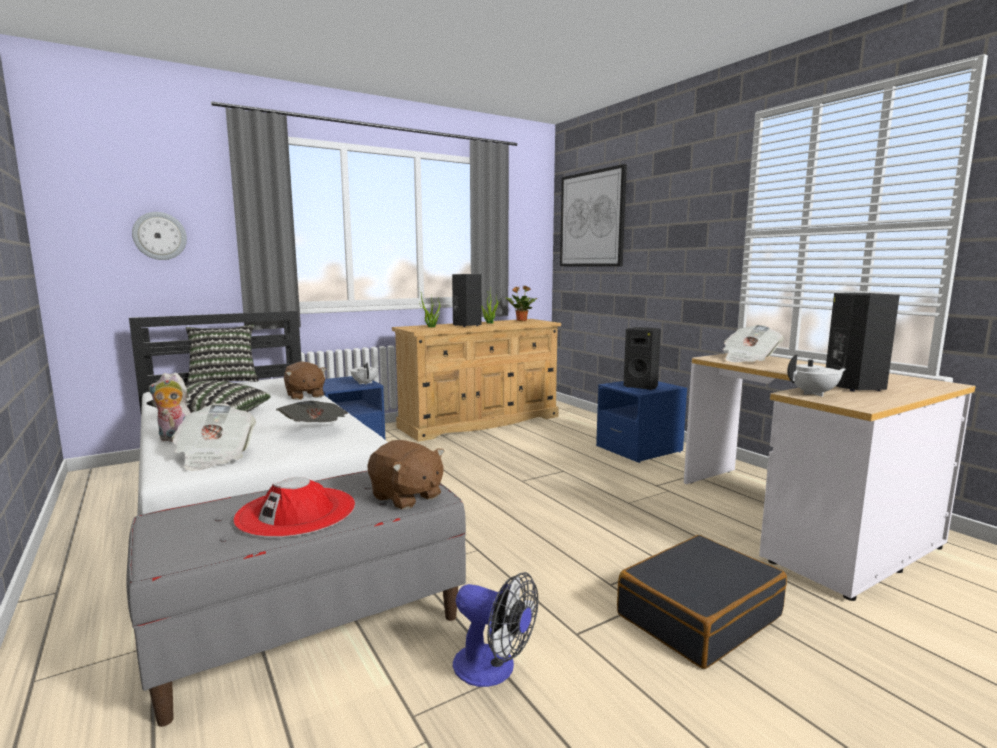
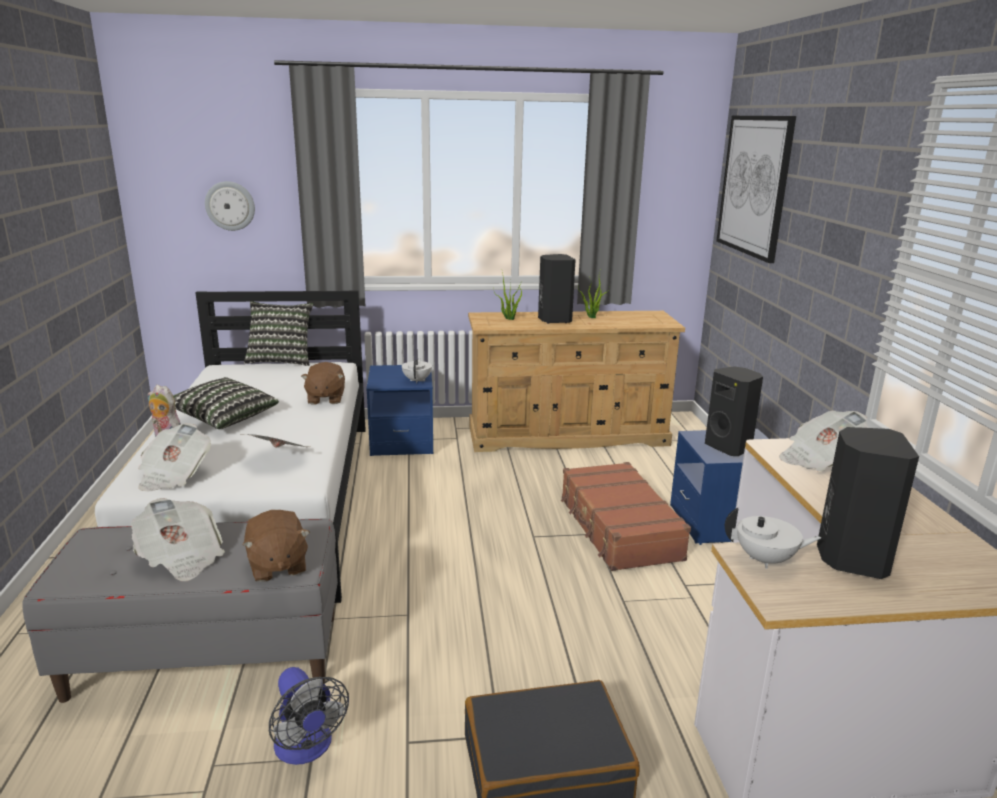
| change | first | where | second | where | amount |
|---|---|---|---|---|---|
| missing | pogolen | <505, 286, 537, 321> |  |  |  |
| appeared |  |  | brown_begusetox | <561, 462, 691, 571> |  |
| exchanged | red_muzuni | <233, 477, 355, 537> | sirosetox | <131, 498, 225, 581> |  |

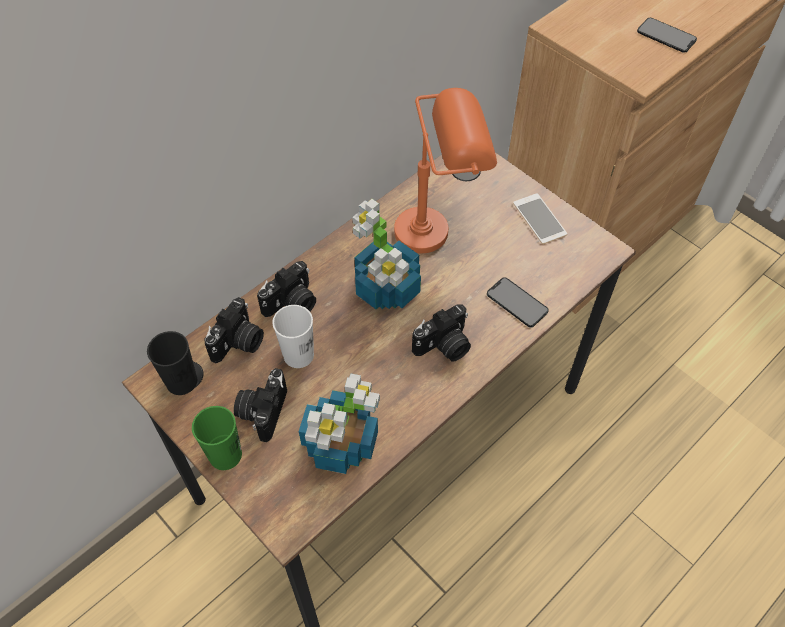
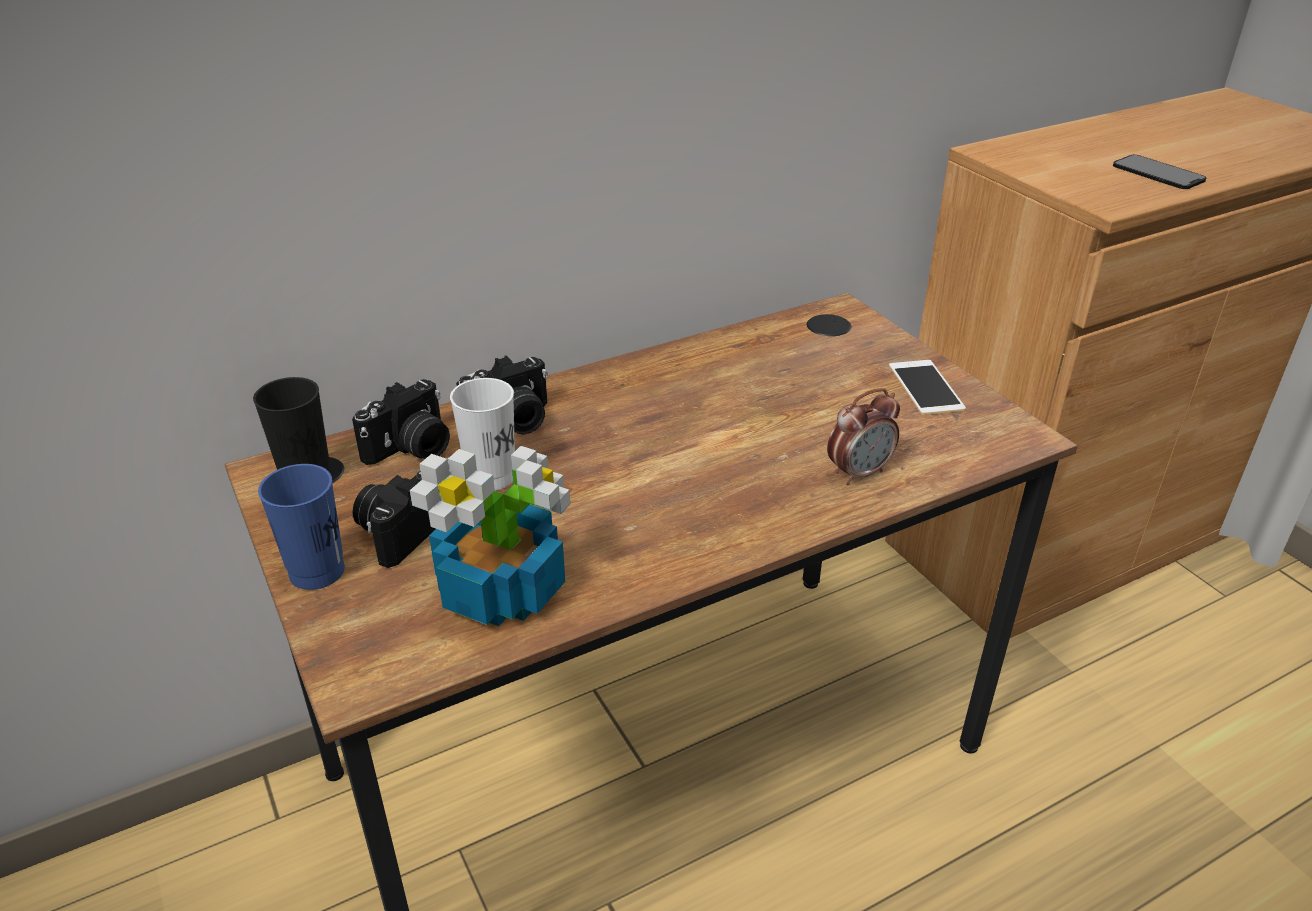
| change | first | where | second | where | amount |
|---|---|---|---|---|---|
| missing | pogolen | <352, 199, 421, 309> |  |  |  |
| missing | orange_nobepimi | <394, 88, 497, 253> |  |  |  |
| missing | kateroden | <412, 304, 471, 362> |  |  |  |
| exchanged | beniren | <487, 277, 549, 327> | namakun | <827, 388, 900, 485> |  |
| colour | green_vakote | <192, 406, 242, 470> | blue_vakote | <258, 464, 345, 590> |  |

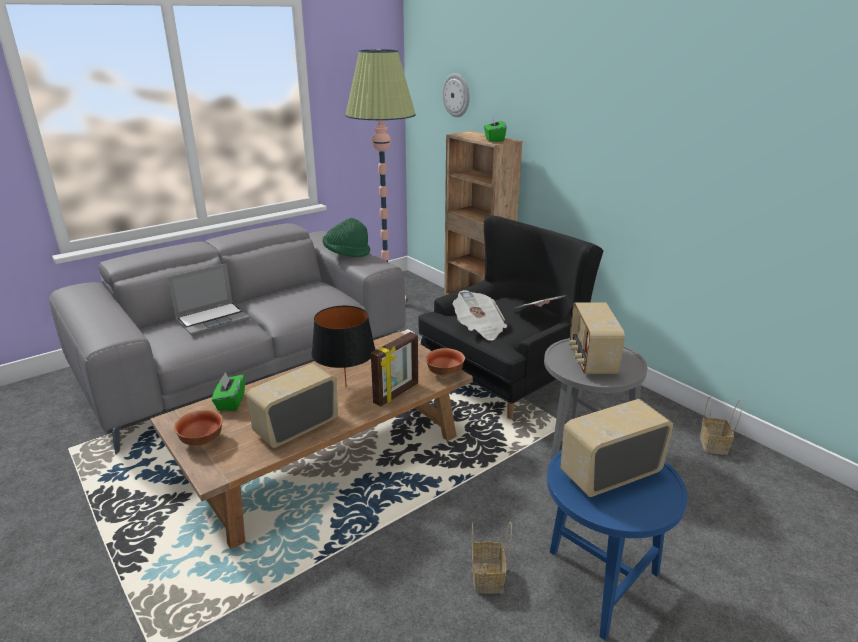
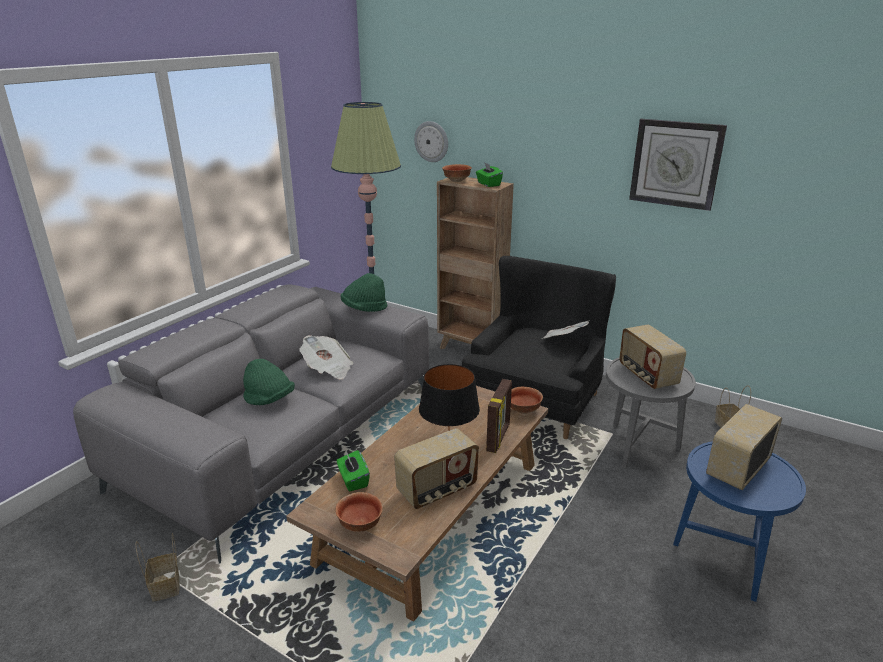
| change | first | where | second | where | amount |
|---|---|---|---|---|---|
| appeared |  |  | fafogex | <442, 164, 472, 182> |  |
| appeared |  |  | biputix | <629, 119, 727, 211> |  |
| relocated | sirosetox | <453, 290, 507, 341> |  | <299, 335, 354, 379> |  |
| relocated | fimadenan | <472, 522, 512, 594> |  | <136, 533, 180, 602> |  |
| exchanged | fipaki | <167, 263, 250, 336> | green_muzuni | <243, 359, 295, 405> |  |
| spun | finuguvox | <246, 363, 338, 448> |  | <394, 428, 479, 509> | 150 degrees counterclockwise |

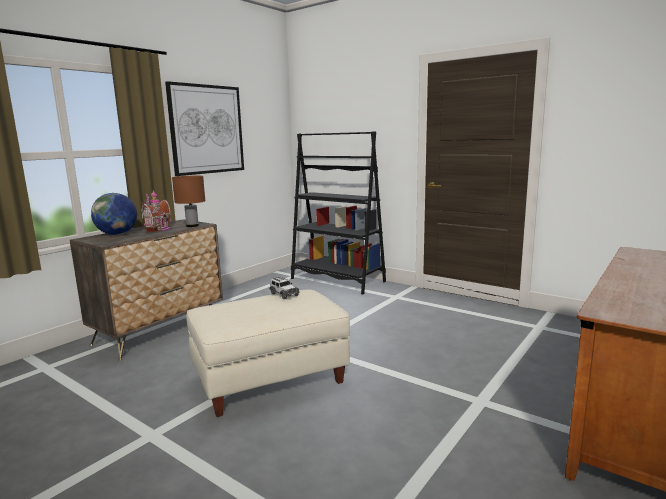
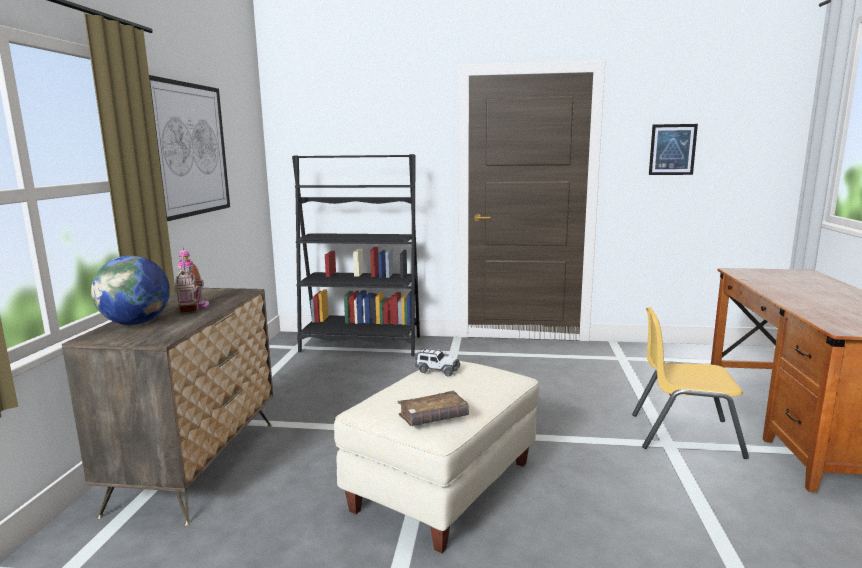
| change | first | where | second | where | amount |
|---|---|---|---|---|---|
| missing | brown_nobepimi | <172, 175, 206, 227> |  |  |  |
| appeared |  |  | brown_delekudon | <398, 391, 469, 426> |  |
| appeared |  |  | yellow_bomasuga | <632, 307, 749, 459> |  |
| appeared |  |  | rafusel | <649, 124, 698, 175> |  |

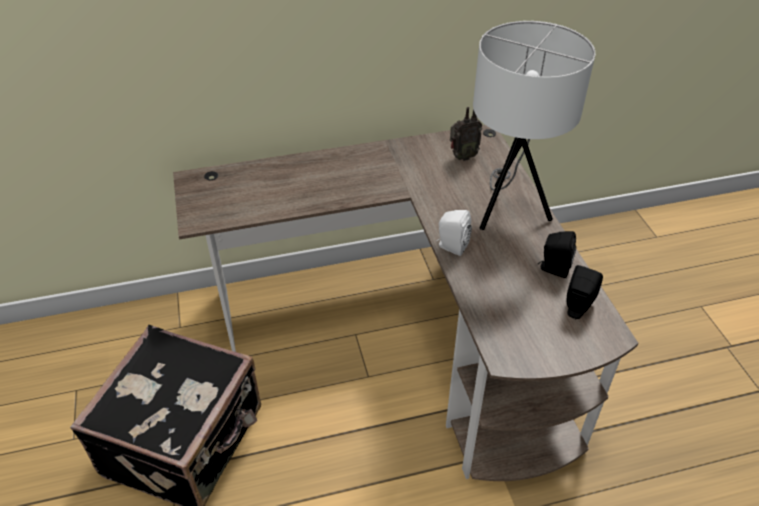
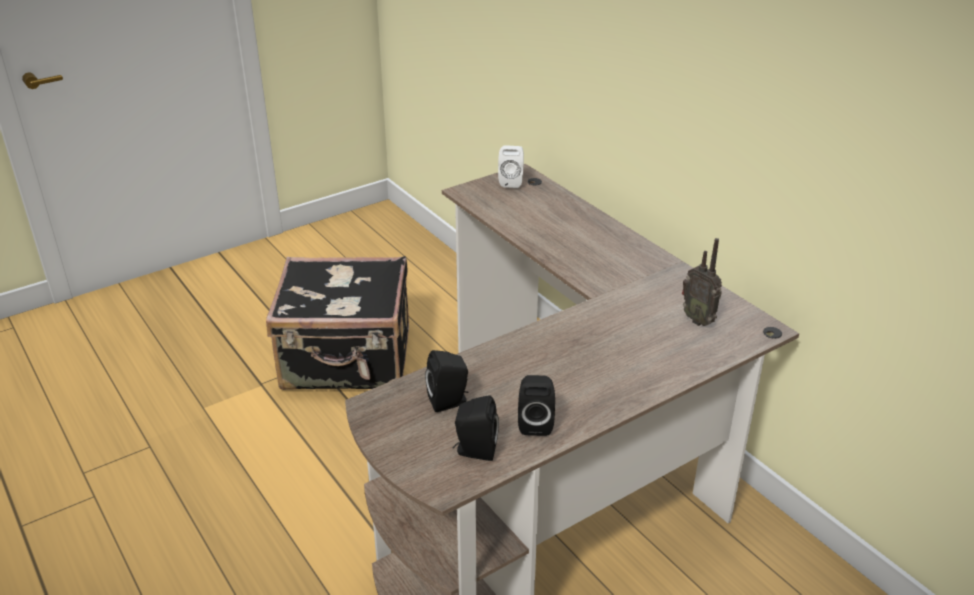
| change | first | where | second | where | amount |
|---|---|---|---|---|---|
| missing | white_nobepimi | <473, 21, 595, 230> |  |  |  |
| appeared |  |  | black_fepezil | <425, 350, 468, 412> |  |
| relocated | white_fepezil | <436, 210, 472, 256> |  | <498, 145, 524, 188> |  |

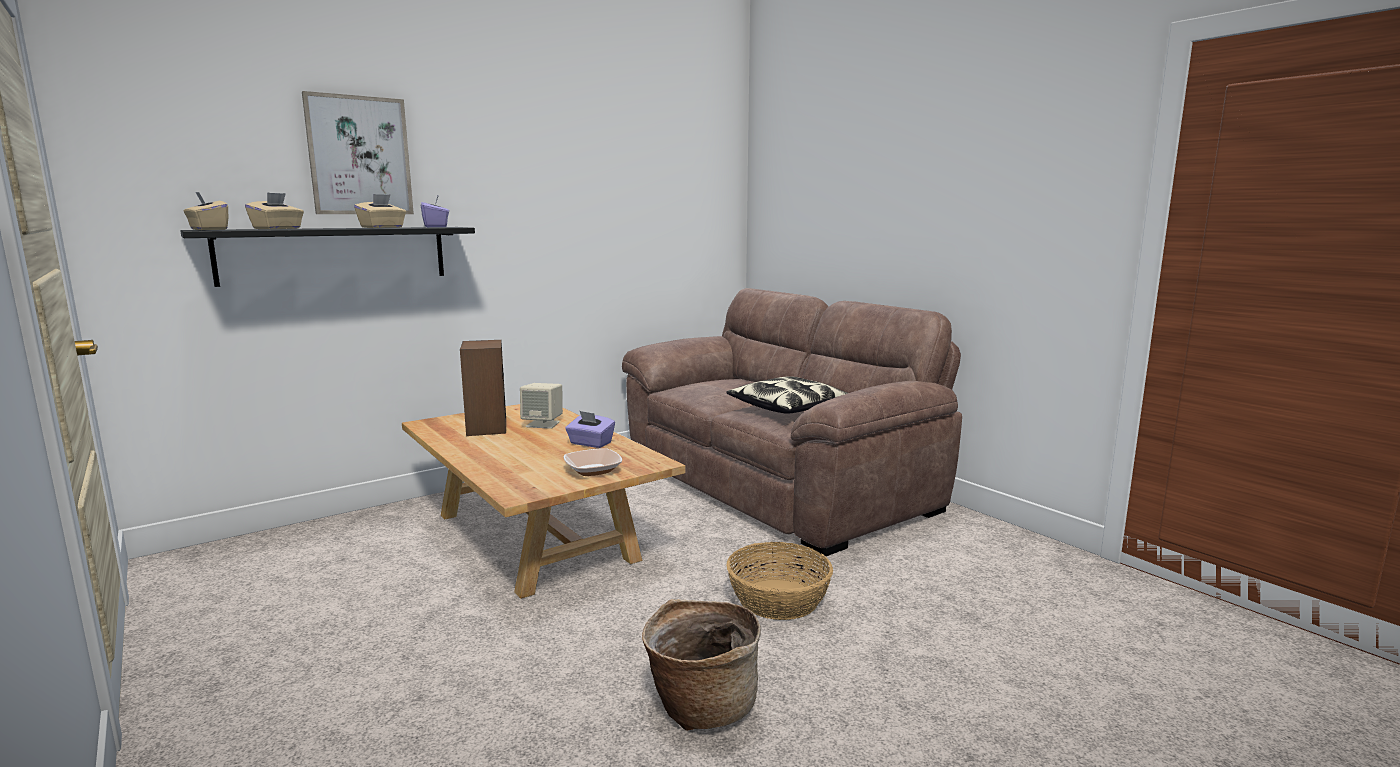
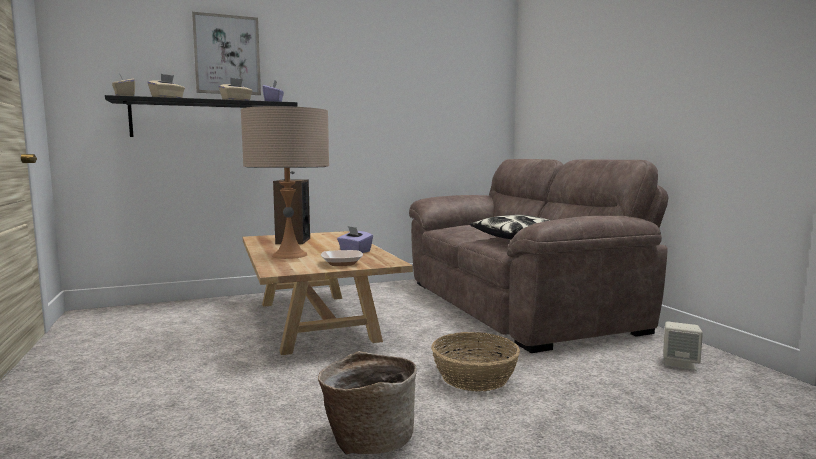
| change | first | where | second | where | amount |
|---|---|---|---|---|---|
| appeared |  |  | beige_nobepimi | <241, 106, 329, 259> |  |
| relocated | beige_fepezil | <520, 383, 563, 429> |  | <663, 321, 703, 371> |  |

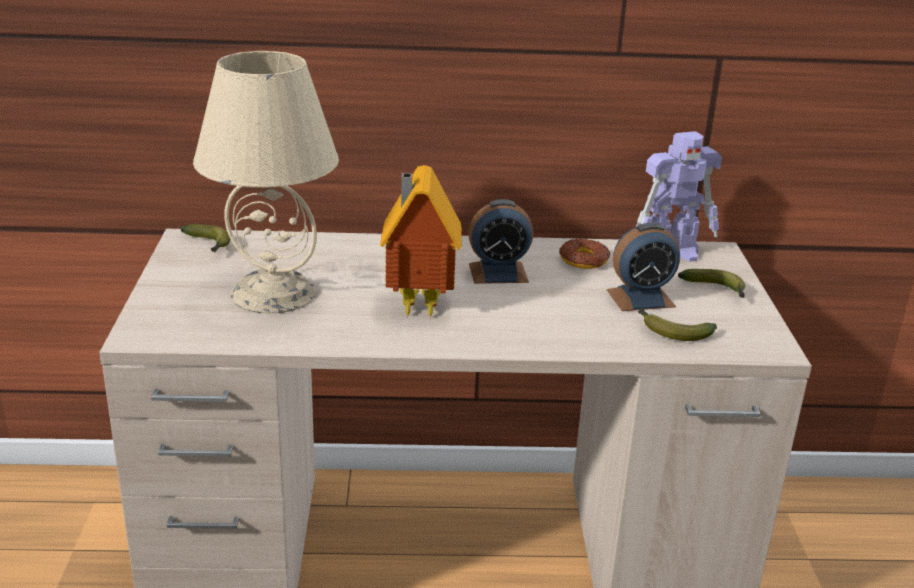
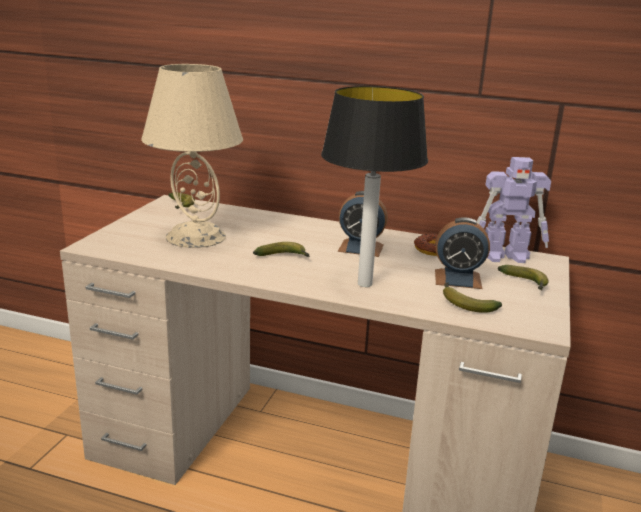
| change | first | where | second | where | amount |
|---|---|---|---|---|---|
| appeared |  |  | nobepimi | <321, 86, 428, 287> |  |
| exchanged | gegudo | <380, 165, 462, 319> | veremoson | <253, 242, 310, 257> |  |

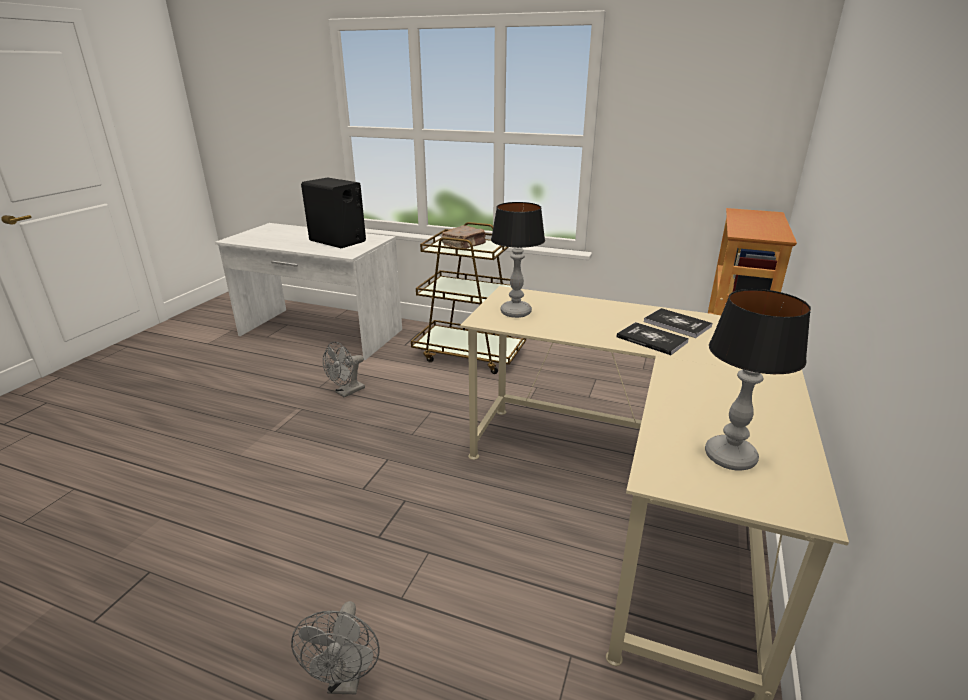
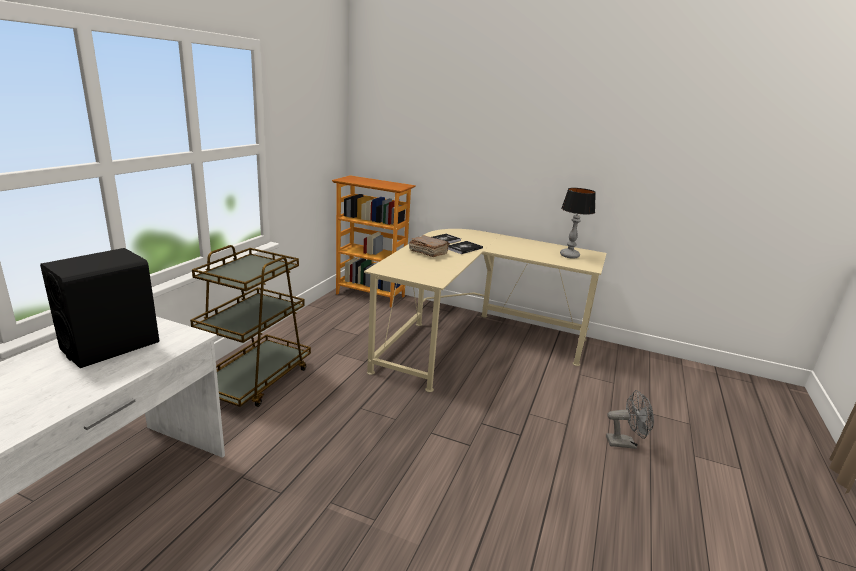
| change | first | where | second | where | amount |
|---|---|---|---|---|---|
| missing | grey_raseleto | <323, 342, 365, 398> |  |  |  |
| missing | nobepimi | <491, 202, 545, 318> |  |  |  |
| relocated | brown_delekudon | <441, 225, 486, 249> |  | <409, 235, 450, 257> |  |

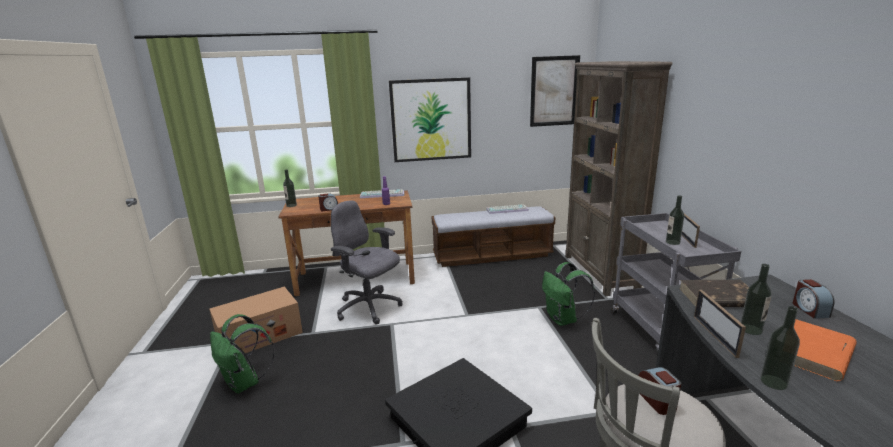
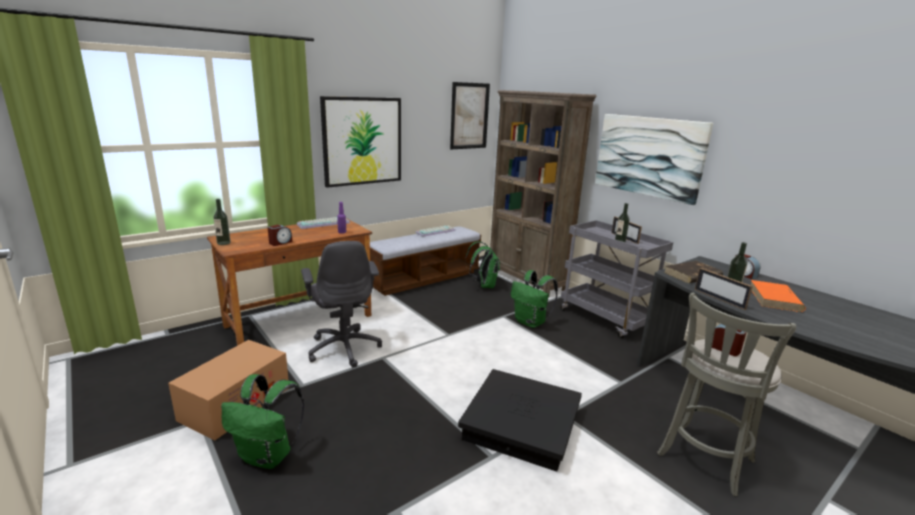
| change | first | where | second | where | amount |
|---|---|---|---|---|---|
| missing | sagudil | <760, 306, 800, 390> |  |  |  |
| appeared |  |  | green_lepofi | <465, 241, 500, 288> |  |
| appeared |  |  | rafusel | <595, 114, 713, 205> |  |
| spun | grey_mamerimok | <331, 200, 402, 325> |  | <301, 241, 382, 368> | 120 degrees counterclockwise |

